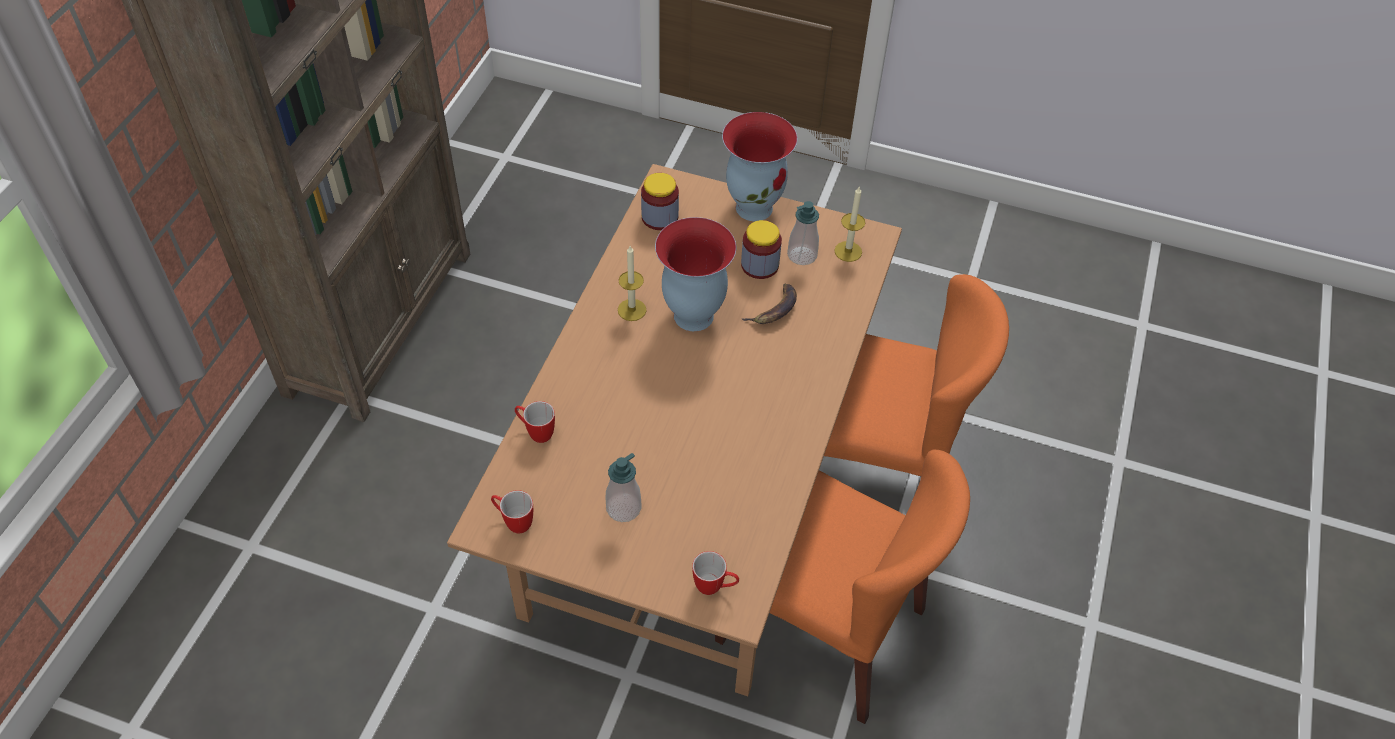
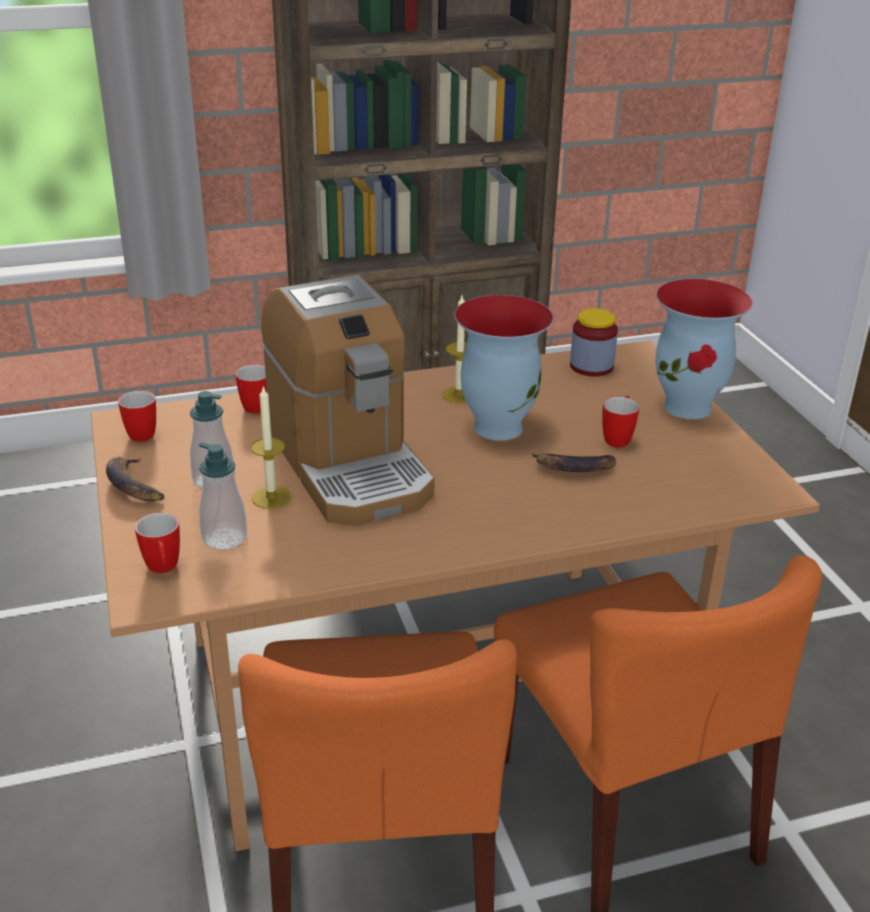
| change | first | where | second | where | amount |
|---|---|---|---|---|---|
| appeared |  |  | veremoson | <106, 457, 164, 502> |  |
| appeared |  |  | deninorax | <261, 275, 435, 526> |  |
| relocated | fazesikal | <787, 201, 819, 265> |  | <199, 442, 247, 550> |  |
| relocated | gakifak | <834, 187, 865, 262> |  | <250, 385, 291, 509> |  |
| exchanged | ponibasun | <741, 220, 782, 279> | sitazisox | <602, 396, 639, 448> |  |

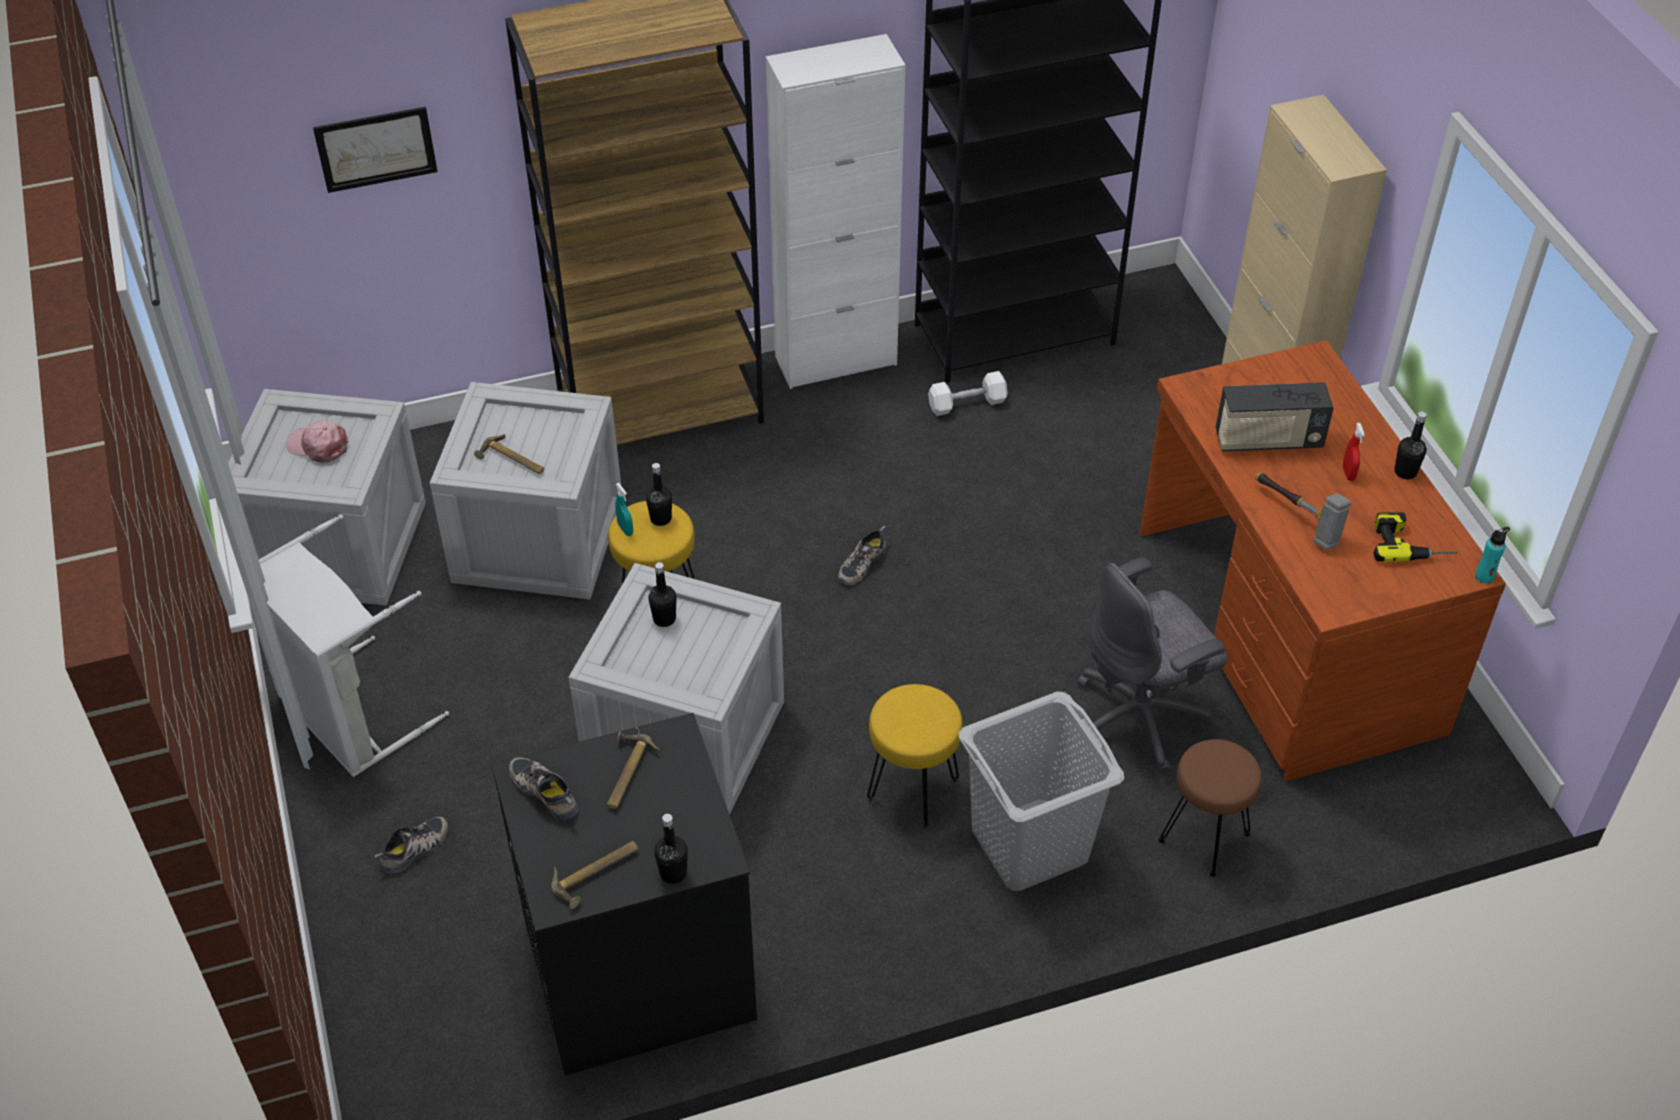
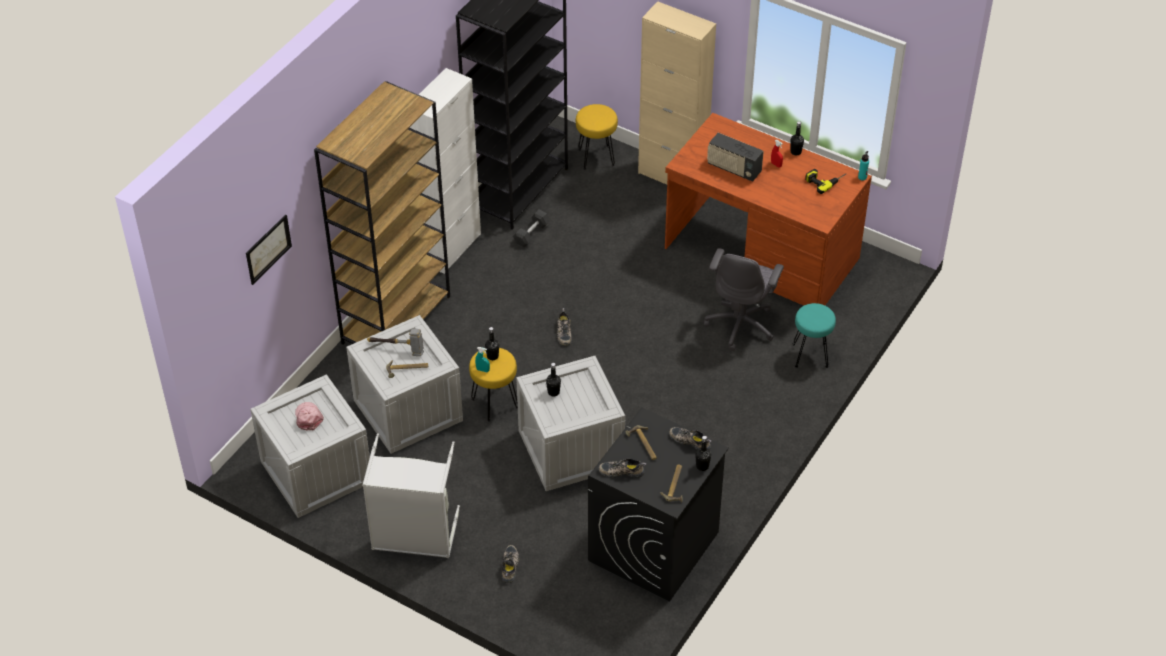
| change | first | where | second | where | amount |
|---|---|---|---|---|---|
| missing | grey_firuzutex | <959, 692, 1124, 891> |  |  |  |
| appeared |  |  | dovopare | <669, 427, 712, 450> |  |
| relocated | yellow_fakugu | <867, 684, 963, 828> |  | <576, 104, 618, 170> |  |
| relocated | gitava | <1255, 472, 1351, 550> |  | <367, 329, 424, 356> |  |
| colour | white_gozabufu | <928, 371, 1008, 416> | black_gozabufu | <513, 210, 551, 248> |  |
| colour | brown_fakugu | <1158, 739, 1262, 877> | turquoise_fakugu | <793, 303, 836, 368> |  |
| spun | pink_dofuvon | <286, 420, 348, 463> |  | <295, 402, 324, 431> | 90 degrees clockwise |
| spun | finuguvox | <1216, 382, 1334, 452> |  | <707, 133, 764, 181> | 75 degrees clockwise |

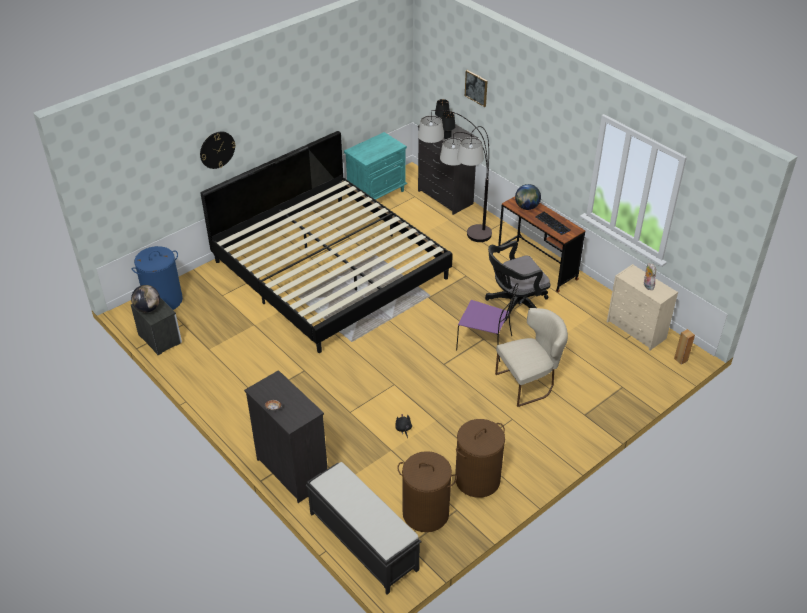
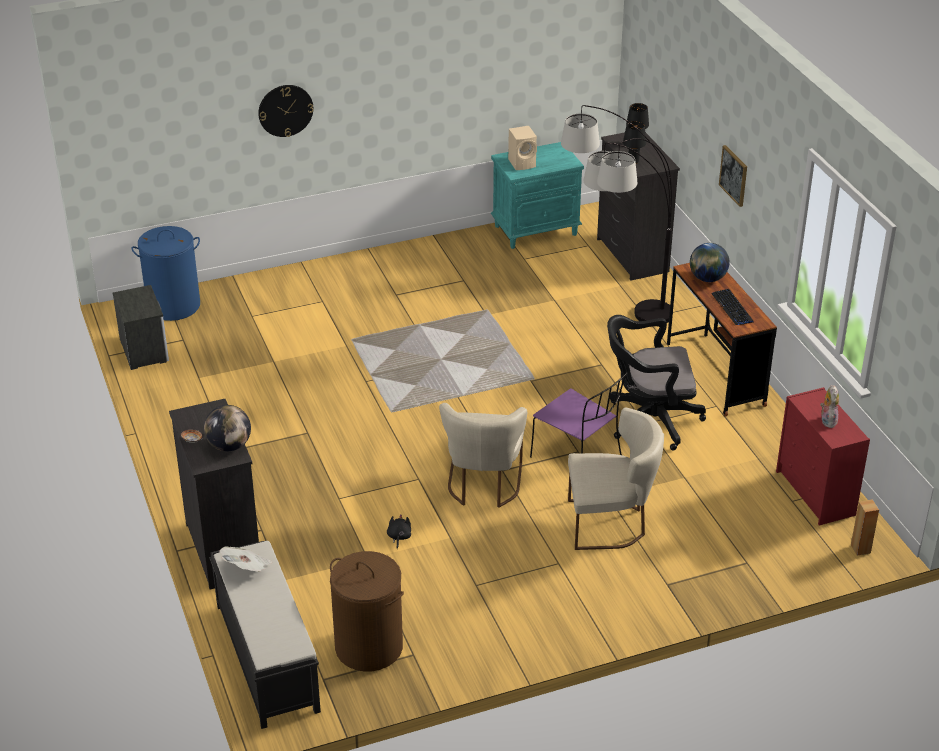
| change | first | where | second | where | amount |
|---|---|---|---|---|---|
| missing | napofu | <200, 131, 453, 353> |  |  |  |
| missing | brown_firuzutex | <455, 419, 505, 498> |  |  |  |
| appeared |  |  | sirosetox | <220, 547, 272, 572> |  |
| appeared |  |  | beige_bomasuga | <439, 403, 527, 508> |  |
| appeared |  |  | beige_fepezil | <508, 126, 537, 170> |  |
| relocated | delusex | <131, 285, 160, 313> |  | <204, 405, 251, 451> |  |
| relocated | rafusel | <465, 70, 488, 107> |  | <719, 145, 747, 207> |  |
| colour | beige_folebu | <607, 264, 678, 351> | red_folebu | <776, 387, 870, 525> |  |

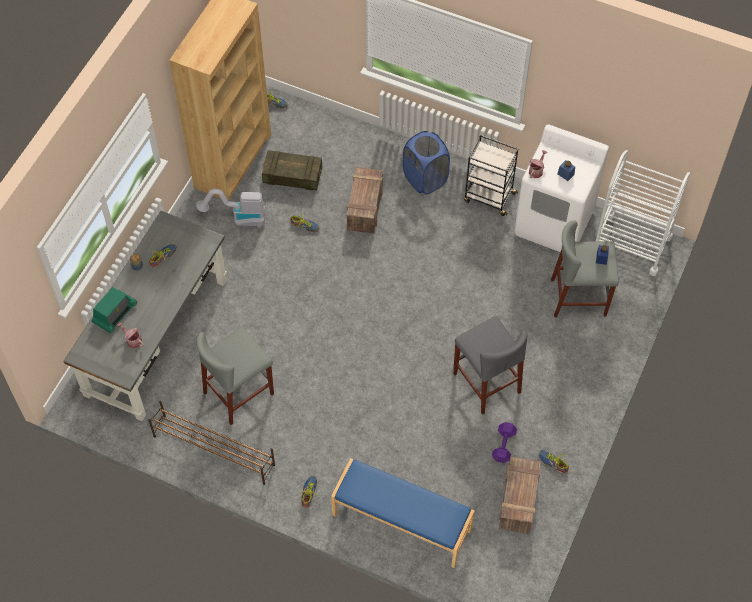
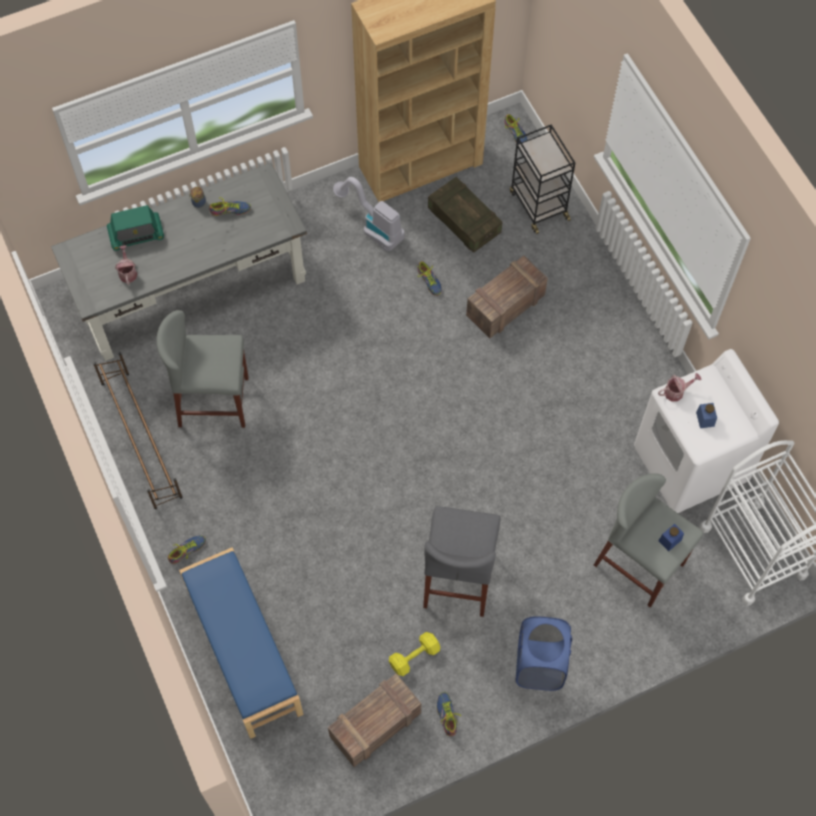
| change | first | where | second | where | amount |
|---|---|---|---|---|---|
| relocated | blue_firuzutex | <403, 131, 450, 195> |  | <516, 616, 572, 691> |  |
| relocated | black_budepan | <464, 135, 518, 216> |  | <510, 124, 575, 234> |  |
| colour | purple_gozabufu | <492, 422, 517, 463> | yellow_gozabufu | <389, 632, 440, 676> |  |

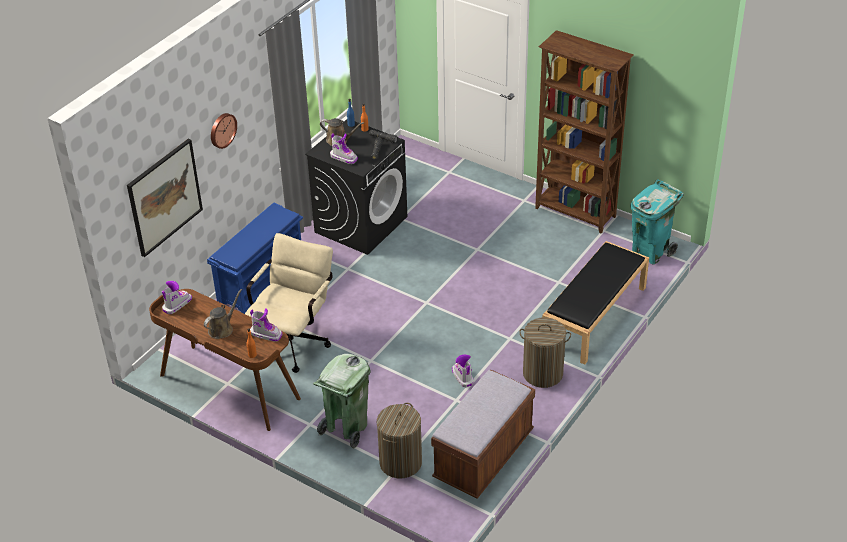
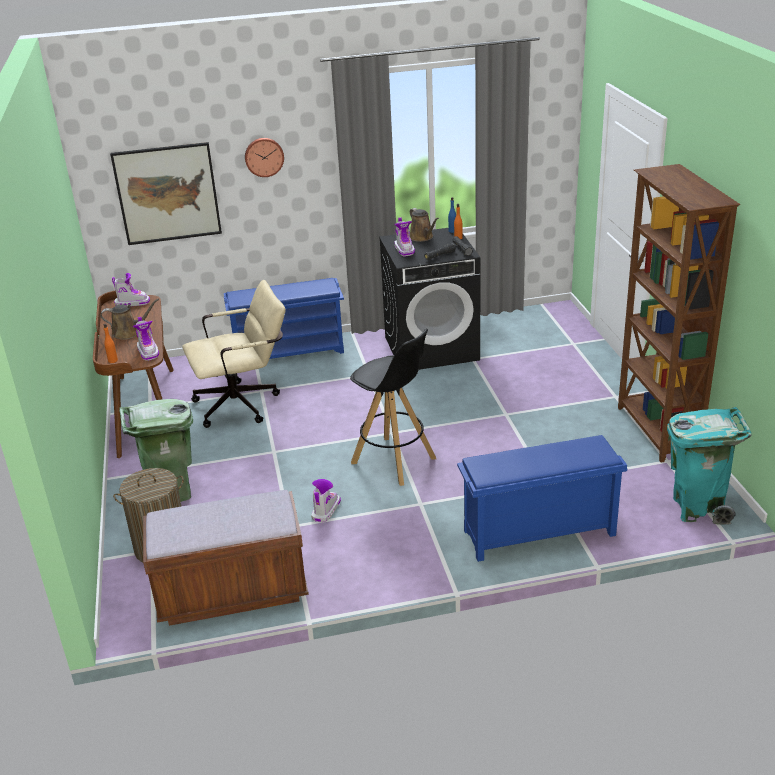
| change | first | where | second | where | amount |
|---|---|---|---|---|---|
| missing | firuzutex | <519, 317, 571, 388> |  |  |  |
| appeared |  |  | black_fakugu | <350, 329, 436, 486> |  |
| exchanged | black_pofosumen | <542, 241, 649, 365> | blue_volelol | <457, 435, 627, 562> |  |

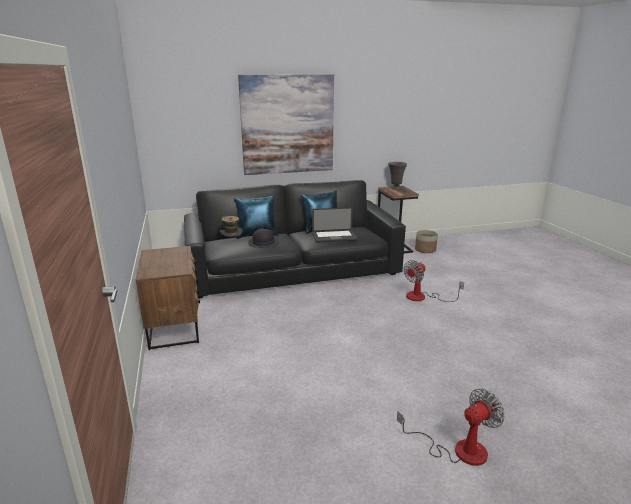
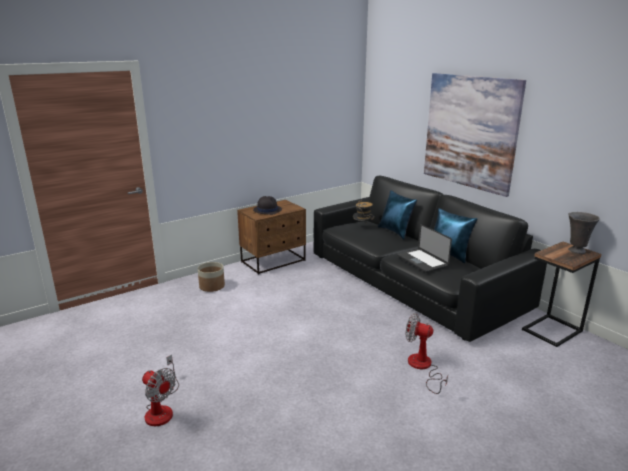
| change | first | where | second | where | amount |
|---|---|---|---|---|---|
| relocated | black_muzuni | <248, 228, 279, 248> |  | <253, 196, 282, 215> |  |
| relocated | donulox | <415, 230, 438, 253> |  | <198, 262, 225, 292> |  |

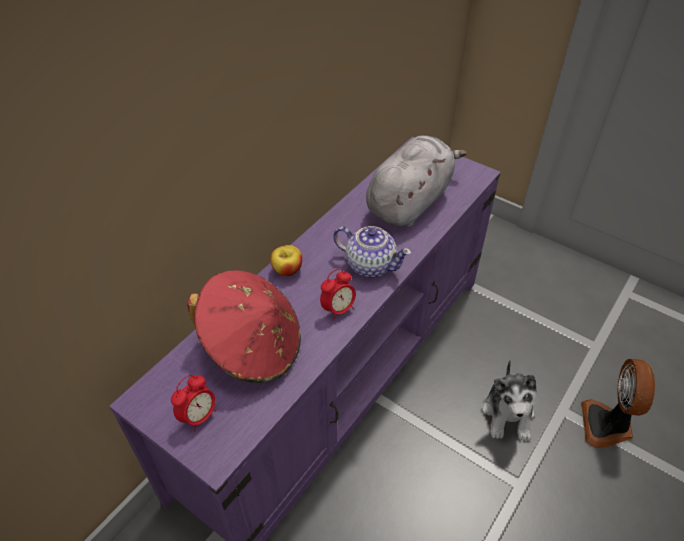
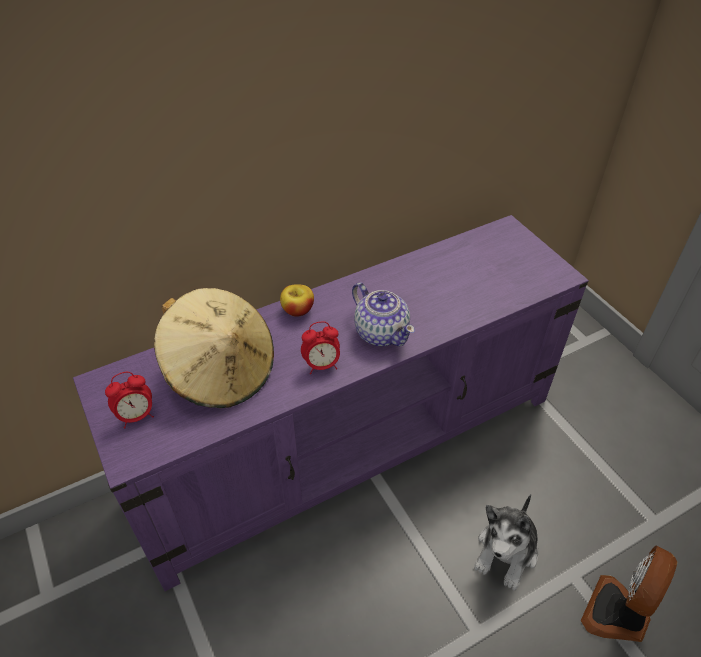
| change | first | where | second | where | amount |
|---|---|---|---|---|---|
| missing | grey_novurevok | <366, 135, 467, 227> |  |  |  |
| colour | red_muzuni | <187, 270, 301, 383> | beige_muzuni | <154, 288, 274, 408> |  |

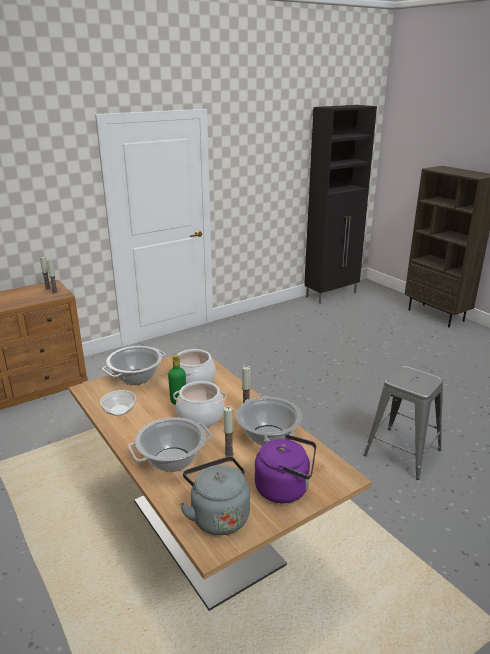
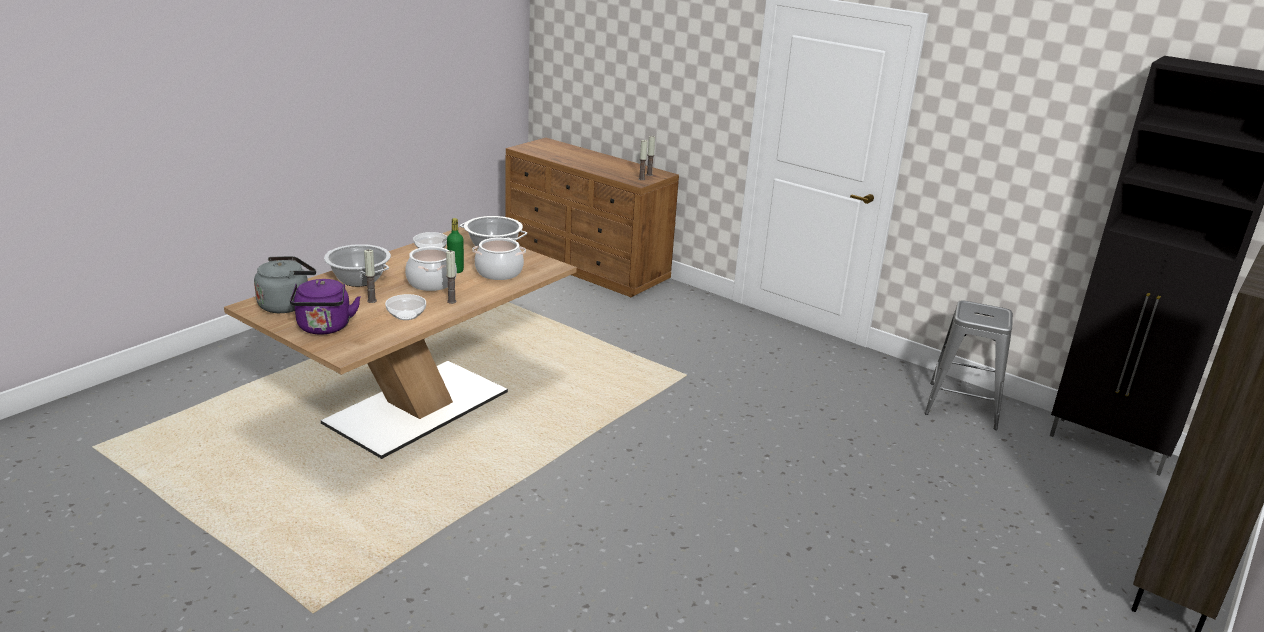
| change | first | where | second | where | amount |
|---|---|---|---|---|---|
| relocated | grey_fakugu | <364, 365, 443, 480> |  | <925, 300, 1013, 430> |  |
| exchanged | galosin | <236, 396, 302, 446> | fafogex | <385, 294, 426, 320> |  |

